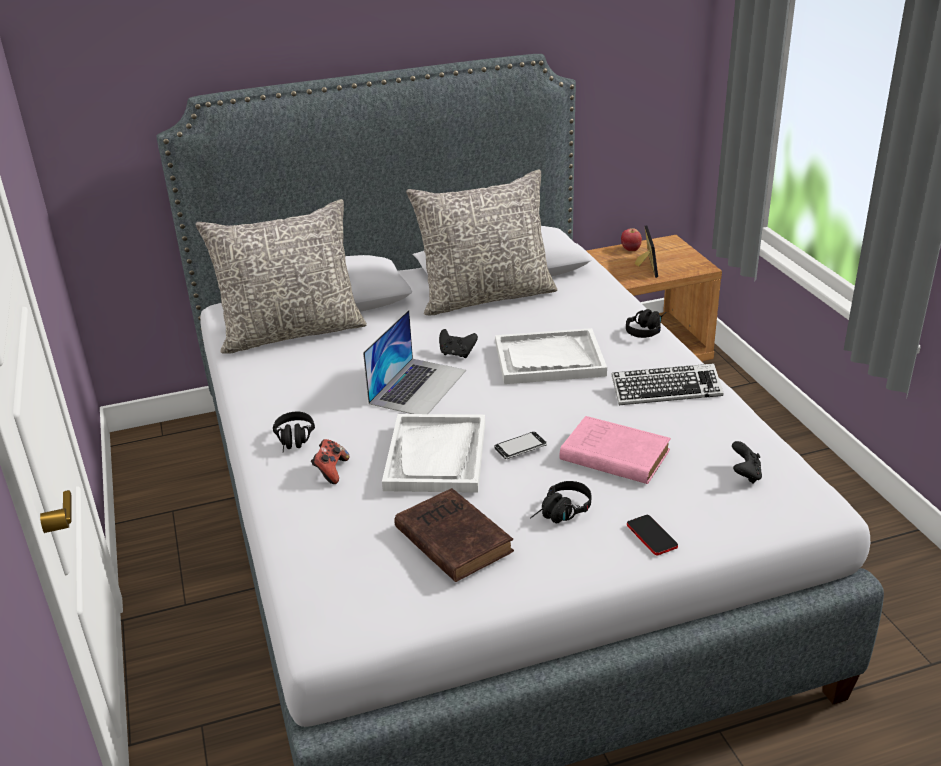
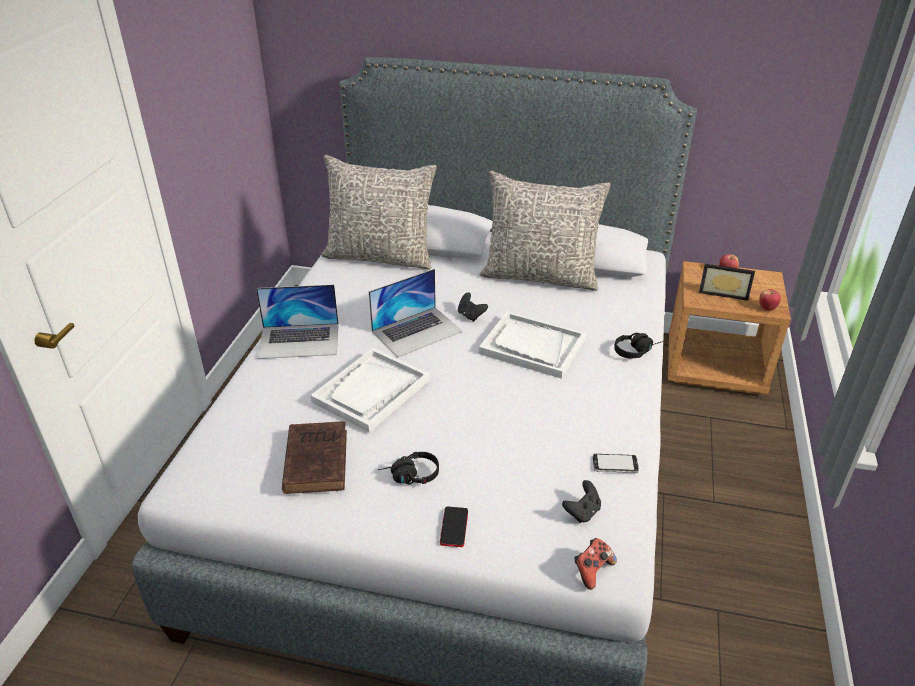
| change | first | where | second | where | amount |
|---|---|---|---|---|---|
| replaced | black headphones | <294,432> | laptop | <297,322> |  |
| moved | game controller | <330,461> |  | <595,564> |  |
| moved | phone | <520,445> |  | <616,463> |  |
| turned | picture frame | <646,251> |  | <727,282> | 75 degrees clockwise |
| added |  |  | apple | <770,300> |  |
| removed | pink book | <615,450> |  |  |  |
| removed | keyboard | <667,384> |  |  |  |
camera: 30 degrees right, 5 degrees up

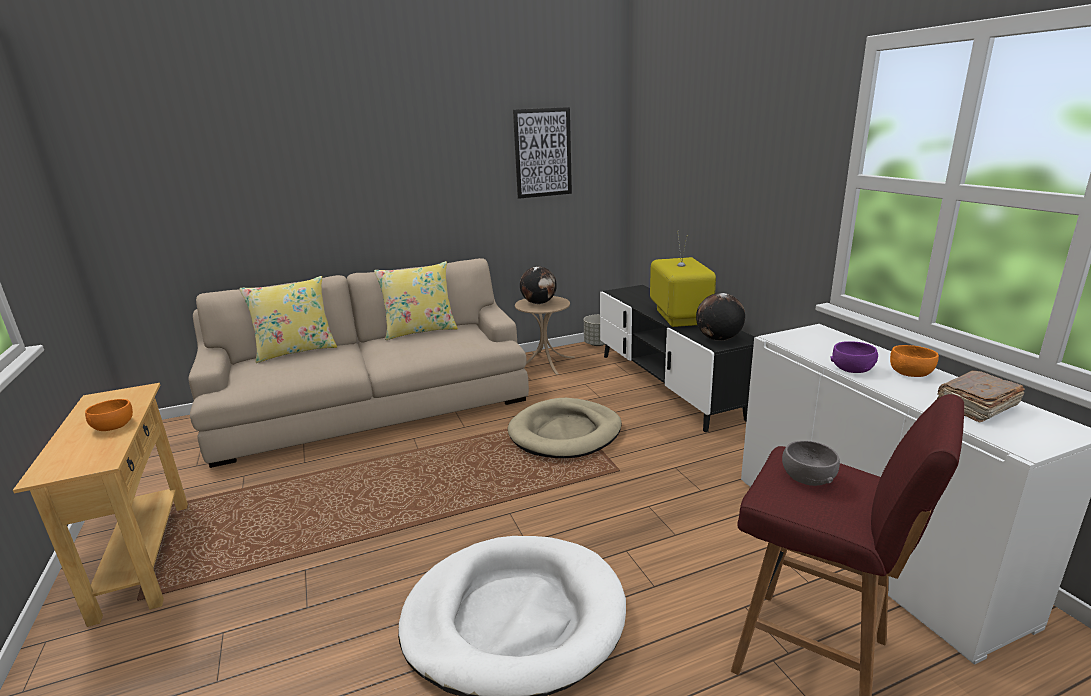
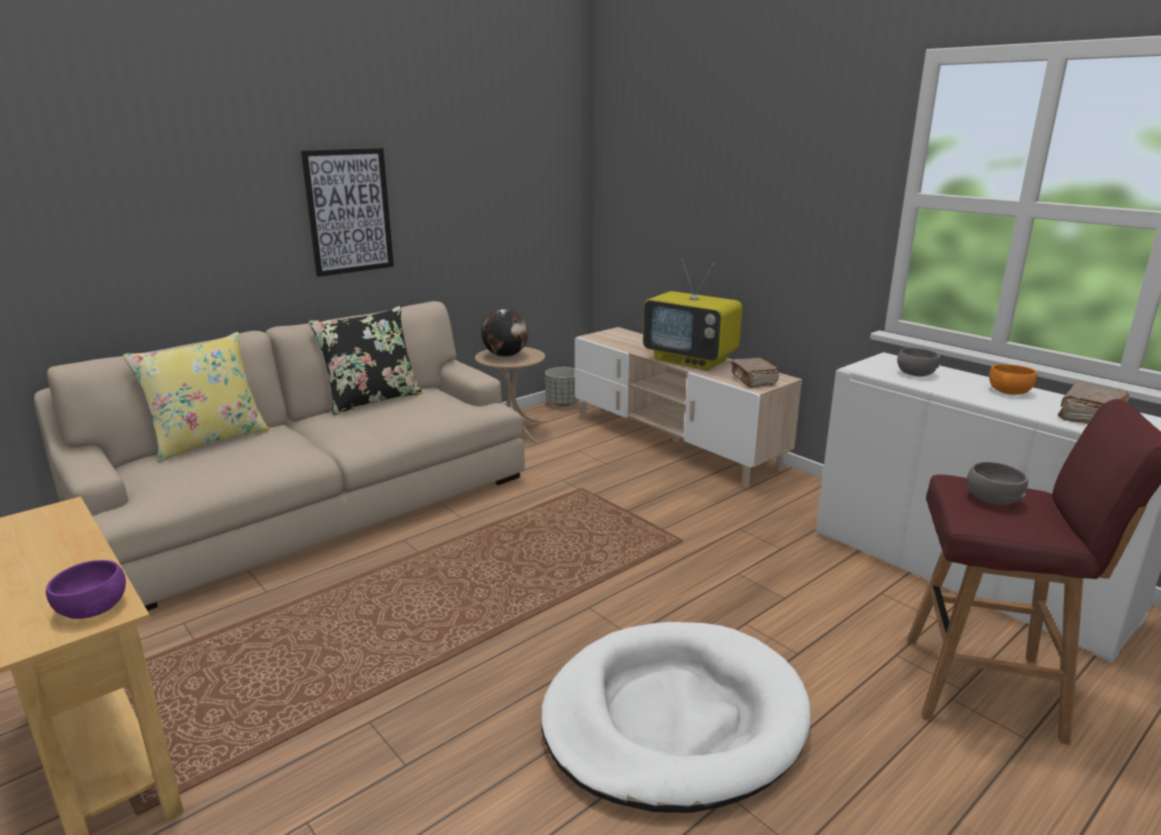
| change | first | where | second | where | amount |
|---|---|---|---|---|---|
| moved | purple bowl | <854,357> |  | <86,589> |  |
| moved | picture | <542,153> |  | <347,212> |  |
| recoloured | yellow pillow | <416,300> | black pillow | <365,361> |  |
| recoloured | black tv stand | <677,358> | beige tv stand | <688,407> |  |
| turned | television | <683,279> |  | <692,314> | 150 degrees clockwise |
| replaced | globe | <720,317> | brown book | <754,373> |  |
| added |  |  | grey bowl | <918,362> |  |
| removed | orange bowl | <109,415> |  |  |  |
| removed | beige dog bed | <565,428> |  |  |  |
camera: 20 degrees left, 0 degrees up

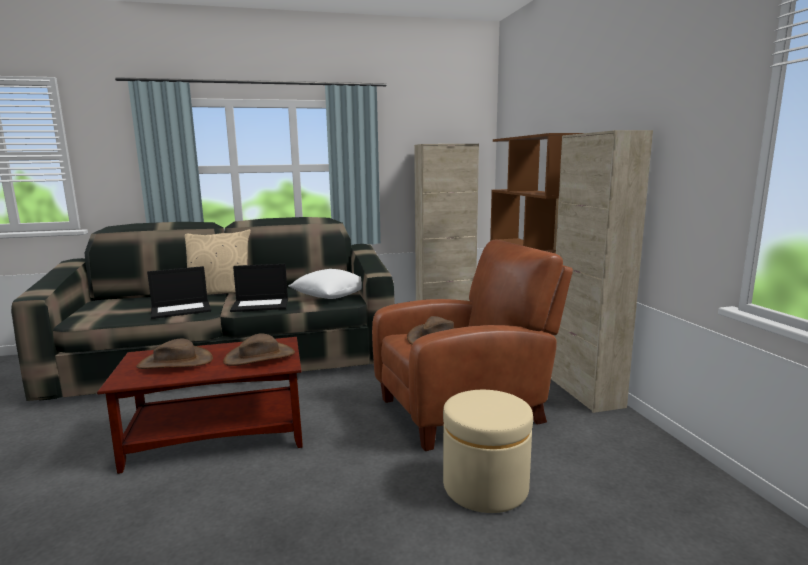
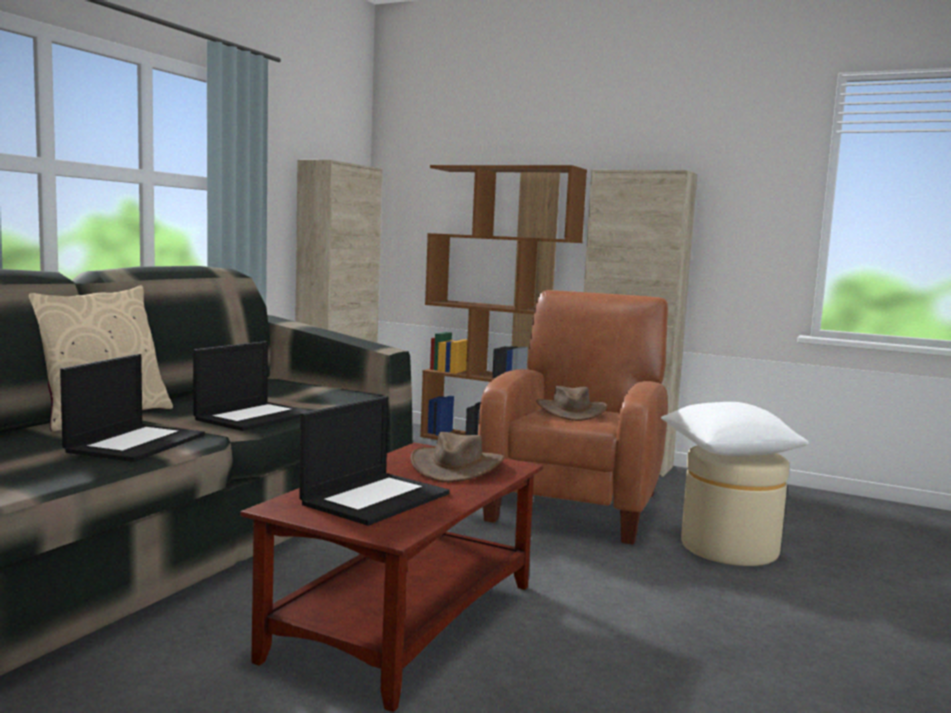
| change | first | where | second | where | amount |
|---|---|---|---|---|---|
| replaced | brown hat | <174,353> | laptop | <374,461> |  |
| moved | white pillow | <325,284> |  | <735,429> |  |
camera: 50 degrees left, 5 degrees down

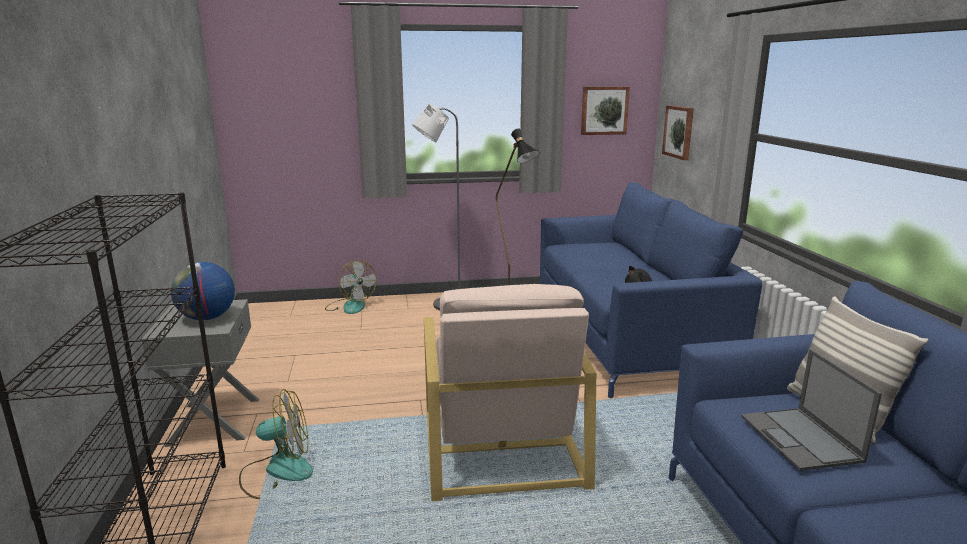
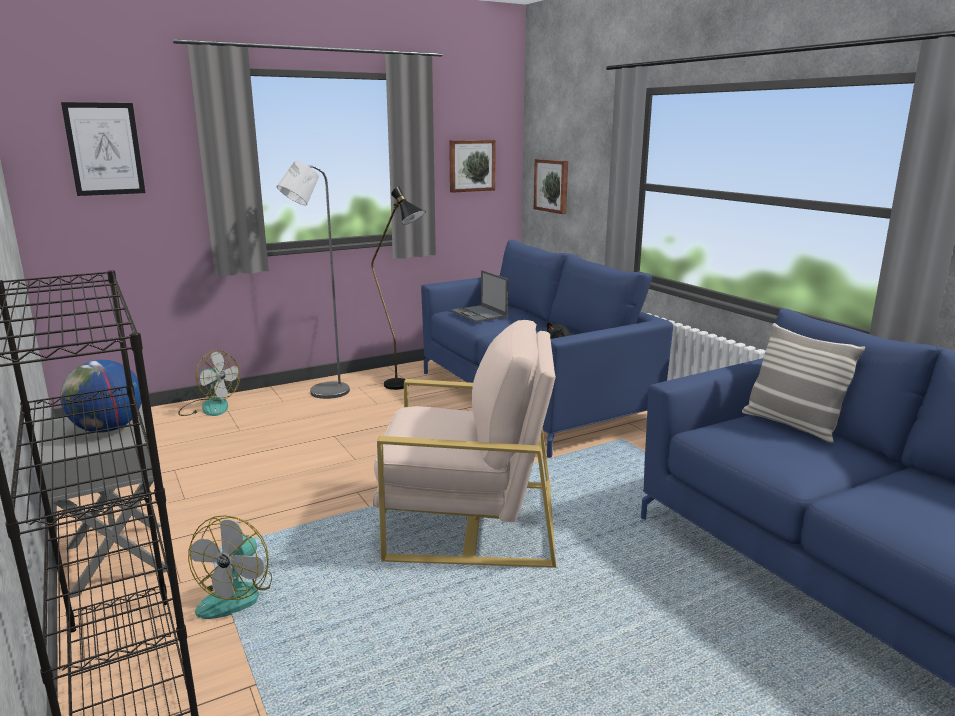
| change | first | where | second | where | amount |
|---|---|---|---|---|---|
| added |  |  | picture | <103,149> |  |
| turned | fan | <276,444> |  | <230,567> | 135 degrees clockwise |
| turned | beige armchair | <510,392> |  | <464,444> | 60 degrees counterclockwise |
| moved | laptop | <811,410> |  | <479,296> |  |
camera: 20 degrees left, 0 degrees up

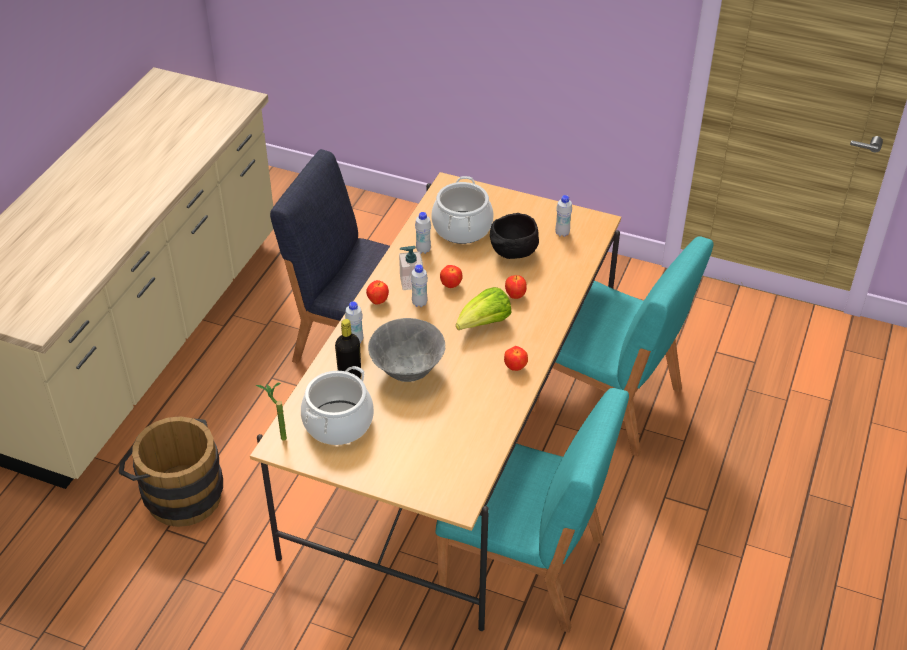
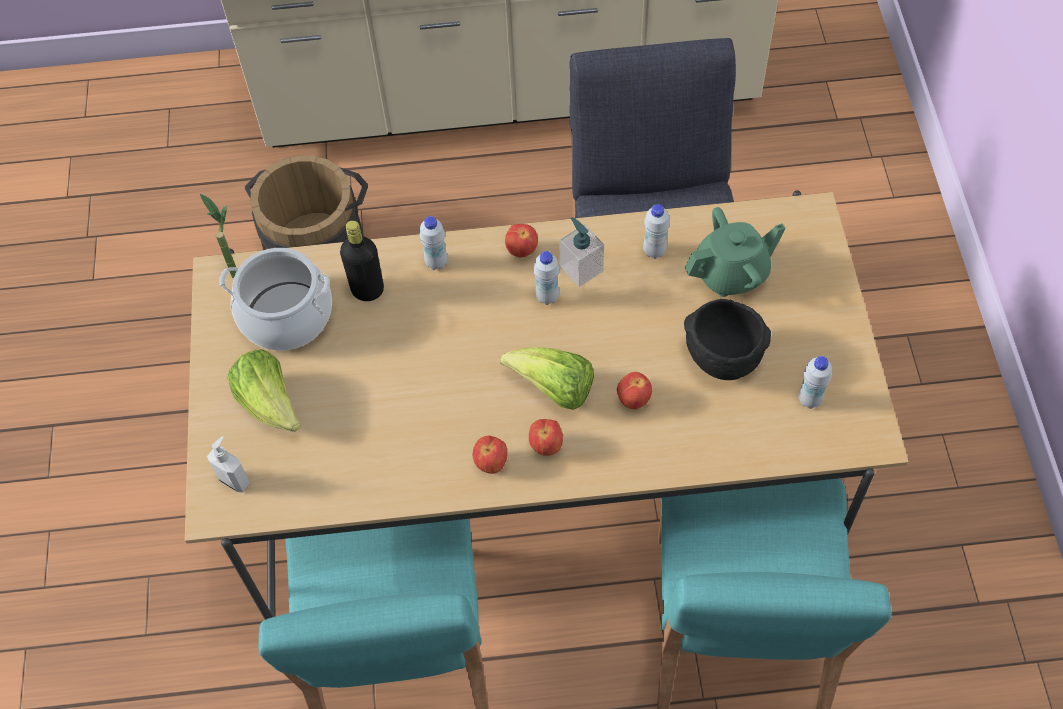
| change | first | where | second | where | amount |
|---|---|---|---|---|---|
| added |  |  | soap dispenser | <228,464> |  |
| added |  |  | lettuce | <264,390> |  |
| moved | apple | <451,276> |  | <546,437> |  |
| replaced | cooking pot | <462,210> | green teapot | <735,252> |  |
| removed | grey bowl | <406,350> |  |  |  |
camera: 65 degrees right, 15 degrees up

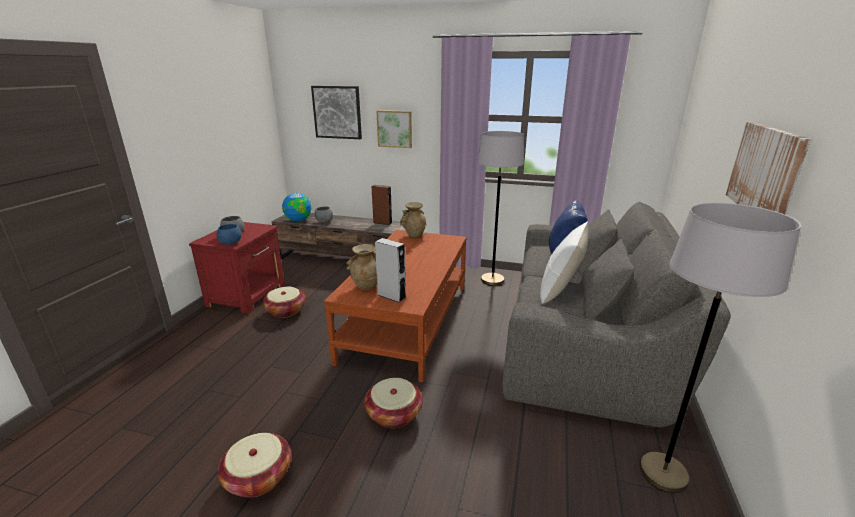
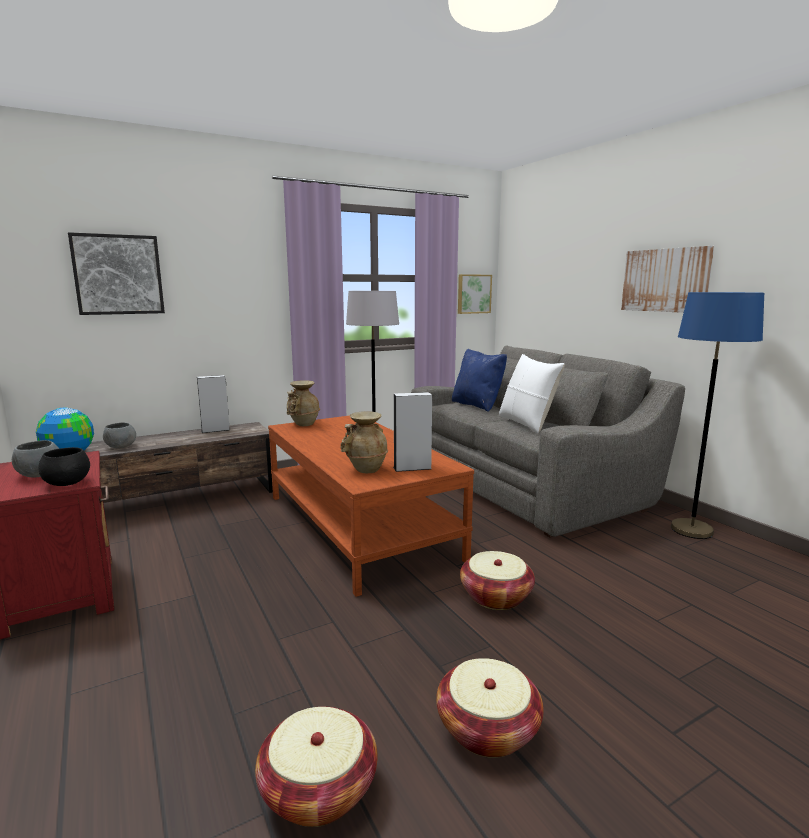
| change | first | where | second | where | amount |
|---|---|---|---|---|---|
| recoloured | blue bowl | <229,234> | black bowl | <64,466> |  |
| recoloured | brown speaker | <381,205> | grey speaker | <213,404> |  |
| moved | basket | <284,302> |  | <316,766> |  |
| moved | picture | <394,129> |  | <475,294> |  |
| recoloured | grey floor lamp | <720,348> | blue floor lamp | <717,415> |  |
camera: 45 degrees left, 10 degrees down

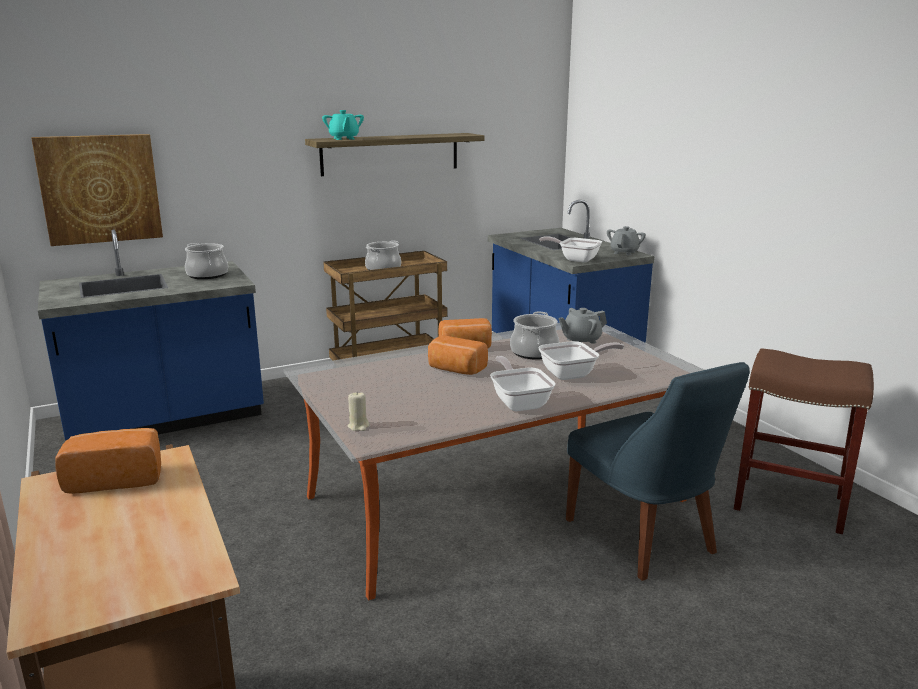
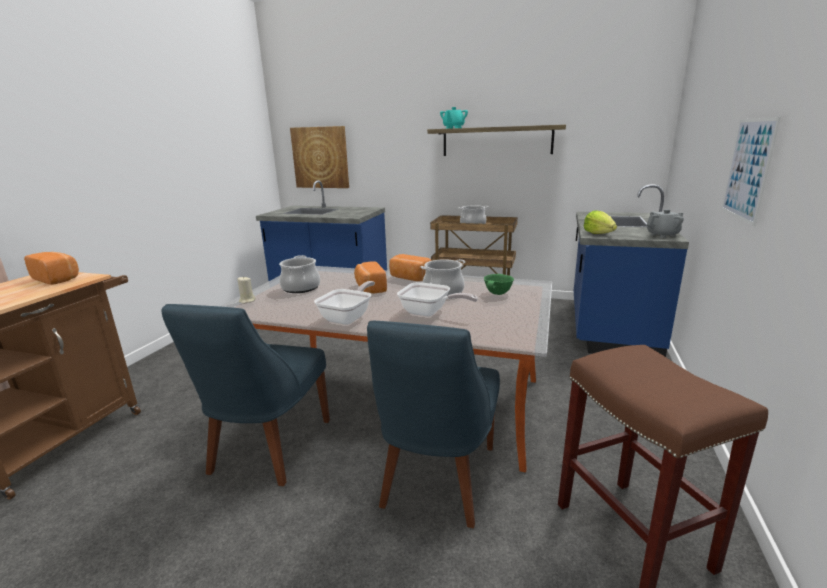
| change | first | where | second | where | amount |
|---|---|---|---|---|---|
| added |  |  | blue chair | <245,395> |  |
| moved | cooking pot | <206,261> |  | <299,274> |  |
| replaced | grey teapot | <582,326> | green bowl | <499,284> |  |
| replaced | frying pan | <570,249> | lettuce | <600,222> |  |
| added |  |  | picture | <751,171> |  |
camera: 45 degrees right, 0 degrees up

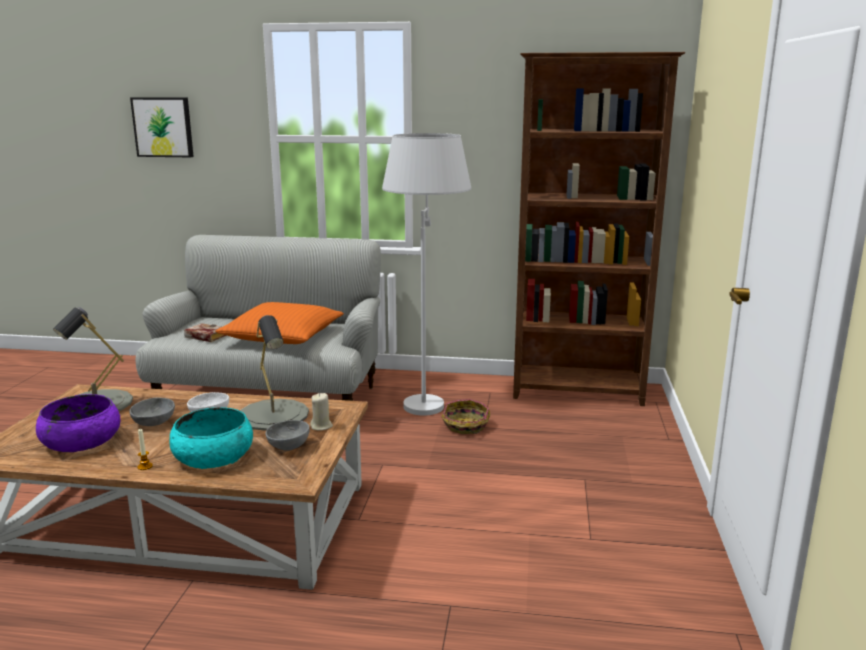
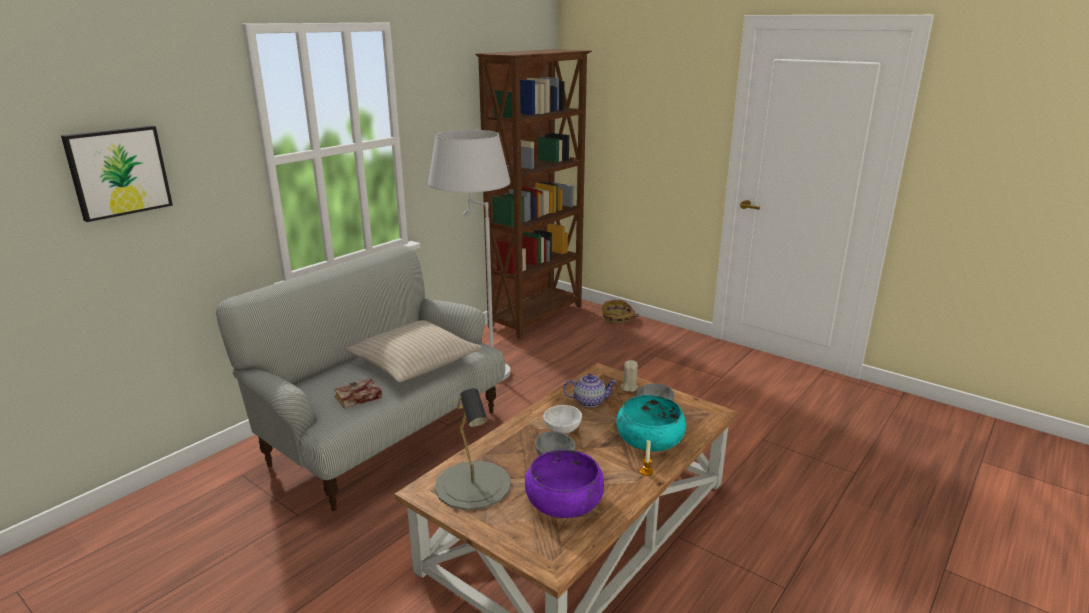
| change | first | where | second | where | amount |
|---|---|---|---|---|---|
| recoloured | orange pillow | <279,323> | beige pillow | <413,351> |  |
| replaced | grey table lamp | <274,373> | teapot | <590,390> |  |
| moved | basket | <466,416> |  | <620,312> |  |
camera: 60 degrees left, 5 degrees up

